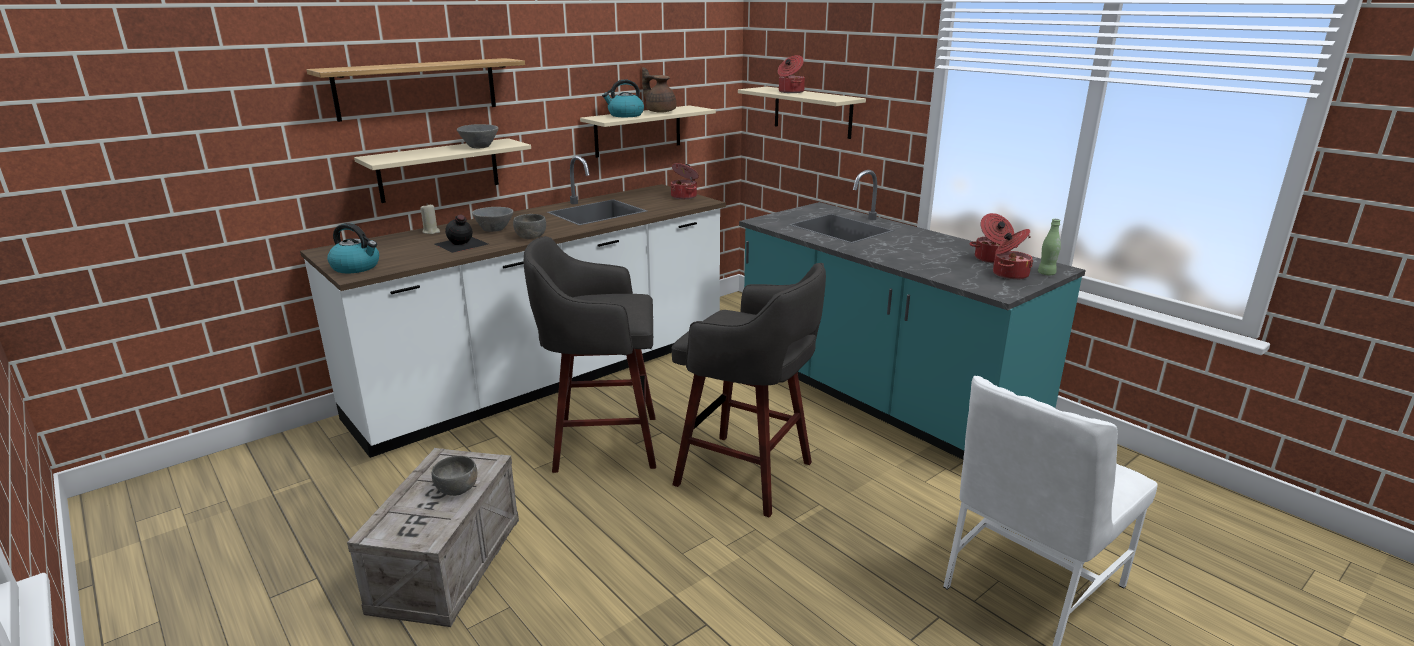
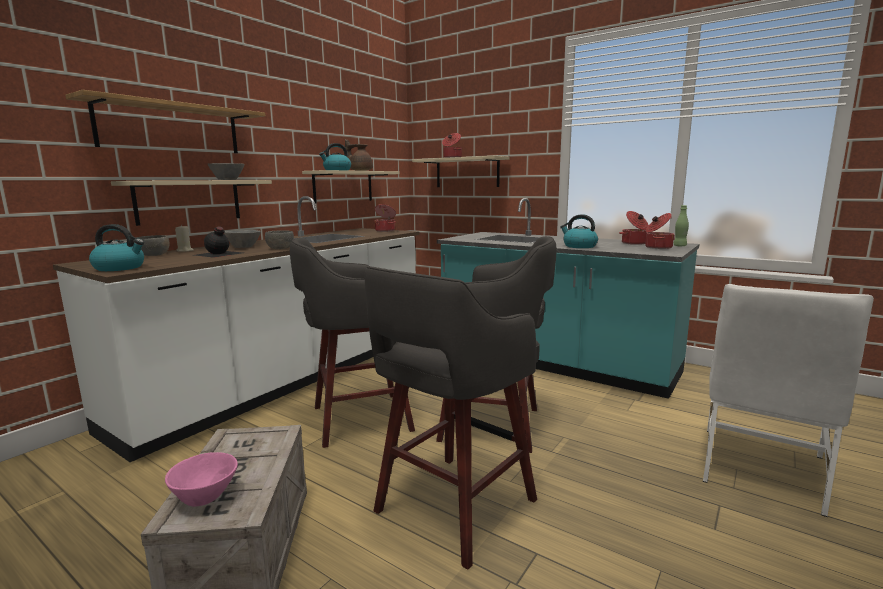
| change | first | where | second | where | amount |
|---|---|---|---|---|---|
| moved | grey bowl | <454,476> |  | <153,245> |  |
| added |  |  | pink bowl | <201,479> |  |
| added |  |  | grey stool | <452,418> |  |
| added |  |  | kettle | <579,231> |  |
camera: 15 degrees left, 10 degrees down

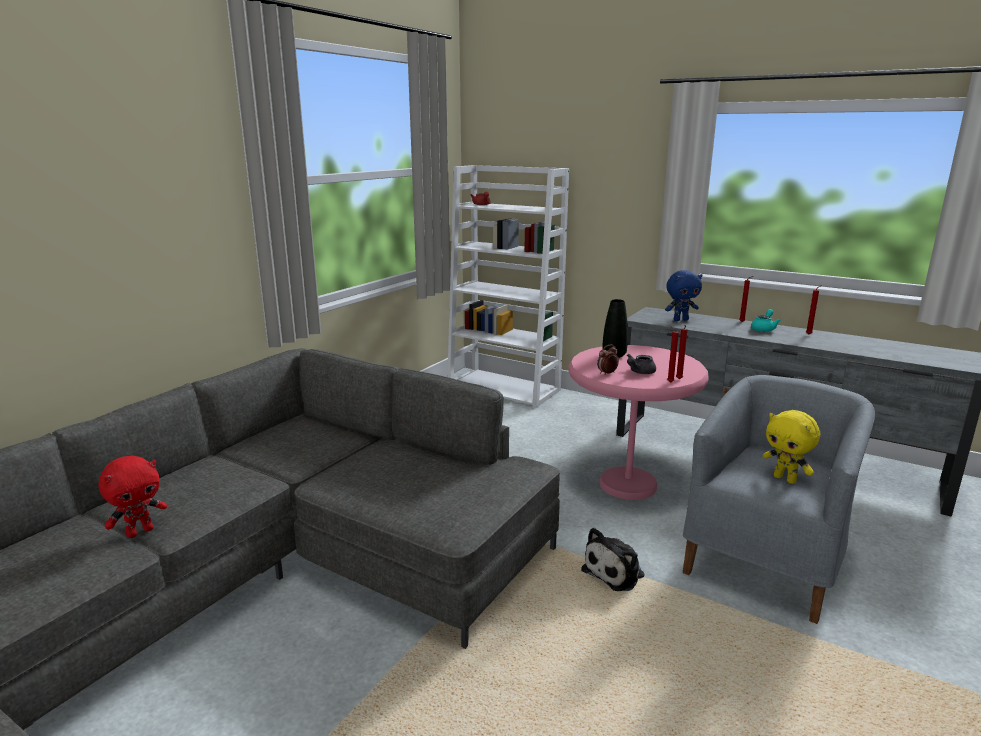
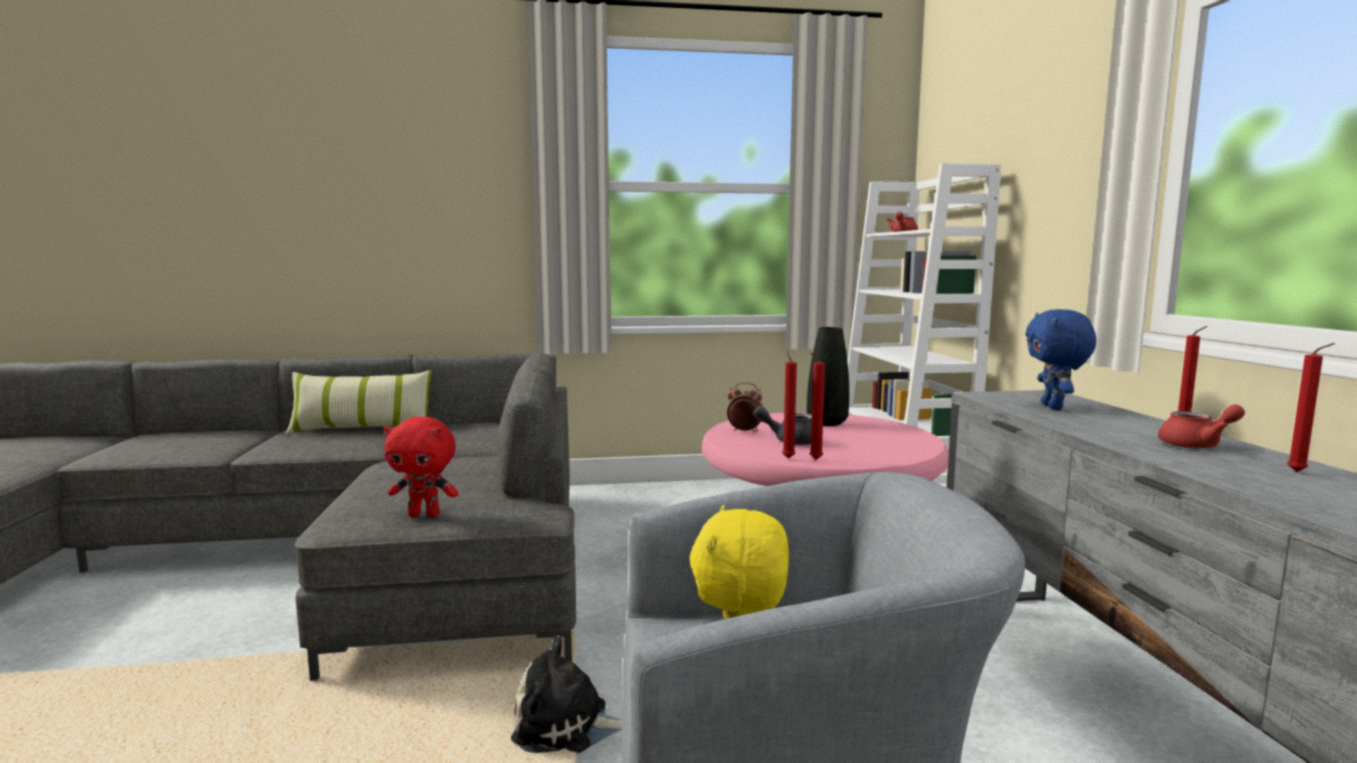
| change | first | where | second | where | amount |
|---|---|---|---|---|---|
| added |  |  | pillow | <358,402> |  |
| moved | red plush toy | <132,496> |  | <421,467> |  |
| turned | blue plush toy | <683,295> |  | <1060,359> | 60 degrees clockwise |
| recoloured | turquoise teapot | <766,320> | red teapot | <1201,426> |  |
camera: 50 degrees right, 10 degrees down

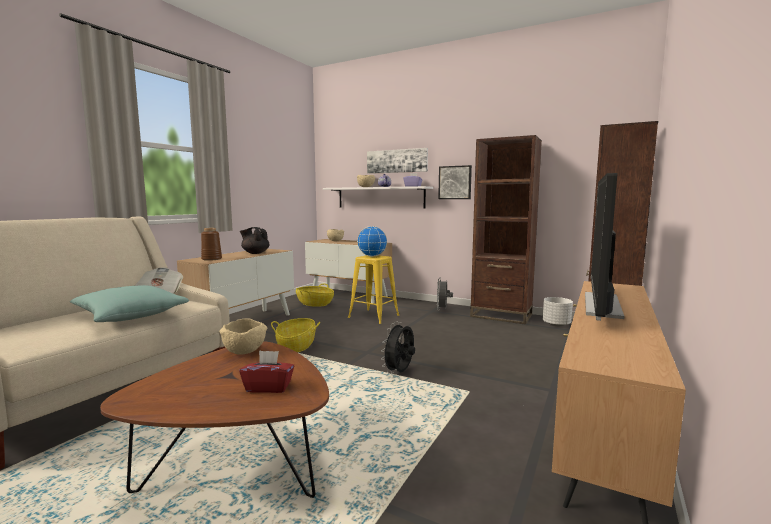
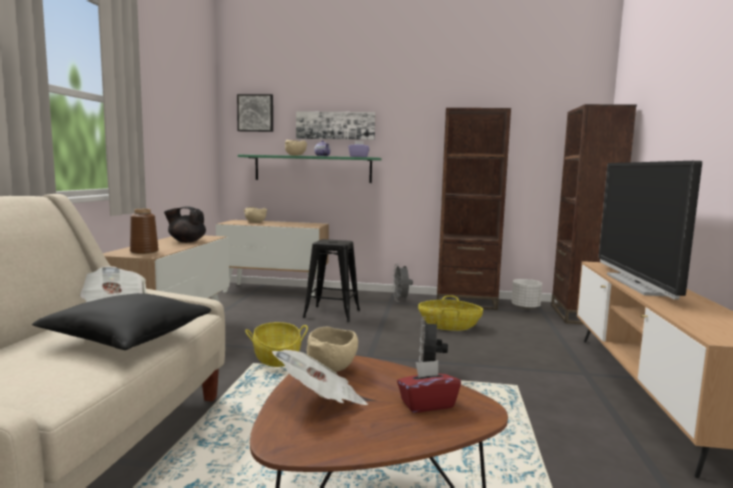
| change | first | where | second | where | amount |
|---|---|---|---|---|---|
| recoloured | turquoise pillow | <129,303> | black pillow | <121,321> |  |
| moved | picture | <455,182> |  | <255,113> |  |
| recoloured | white shelf | <378,197> | green shelf | <310,169> |  |
| added |  |  | newspaper | <320,377> |  |
| recoloured | yellow stool | <373,289> | black stool | <331,280> |  |
| moved | basket | <315,295> |  | <450,313> |  |
| removed | globe | <372,241> |  |  |  |
camera: 20 degrees left, 0 degrees up

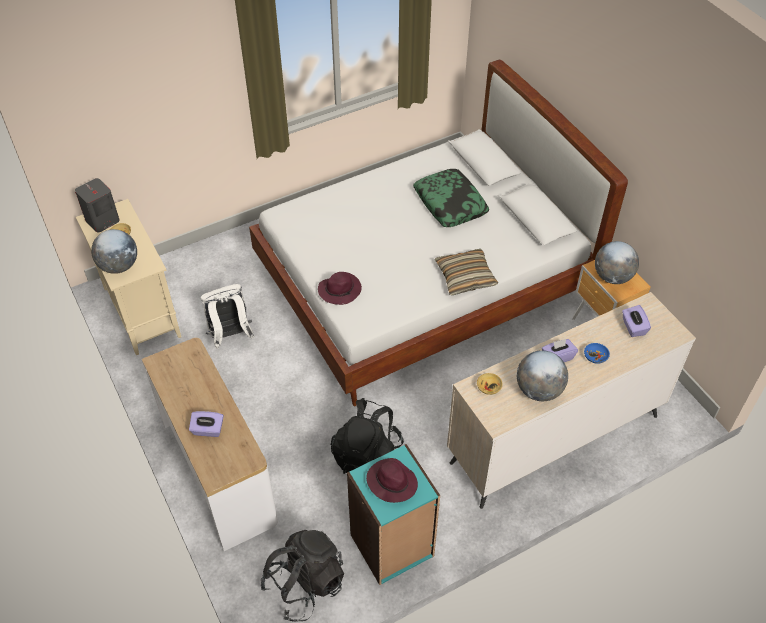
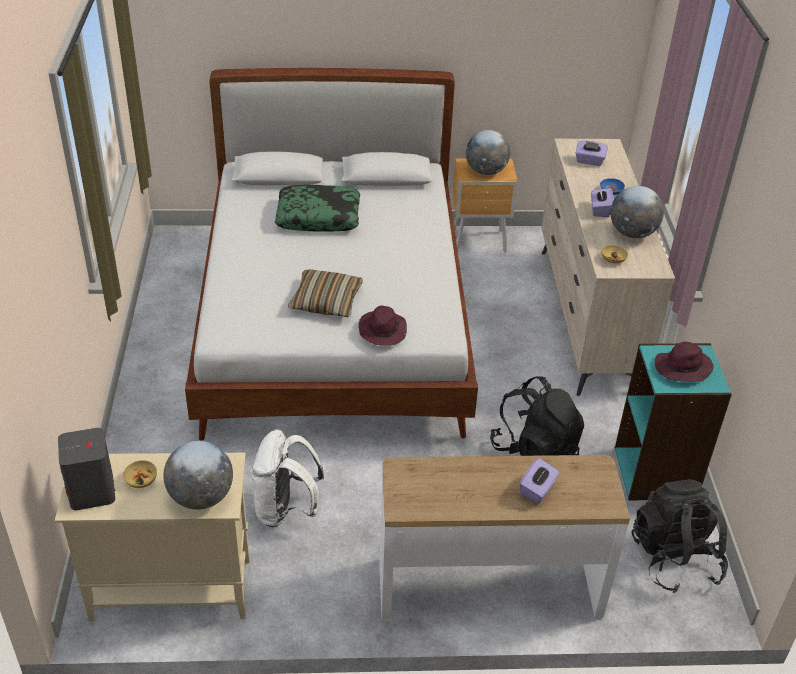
| change | first | where | second | where | amount |
|---|---|---|---|---|---|
| moved | pillow | <466,272> |  | <325,293> |  |
camera: 65 degrees left, 10 degrees down

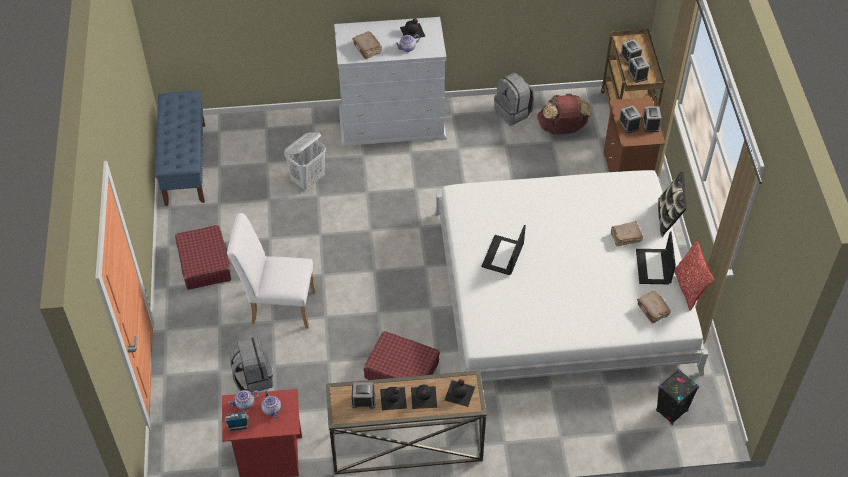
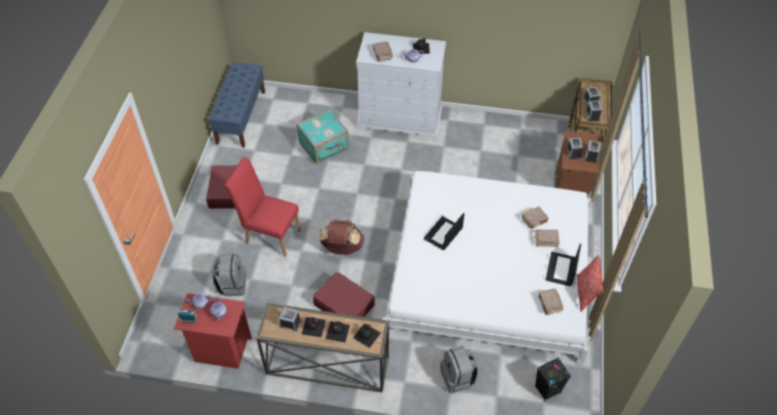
| change | first | where | second | where | amount |
|---|---|---|---|---|---|
| recoloured | white chair | <271,270> | red chair | <262,207> |  |
| replaced | white laundry basket | <305,161> | turquoise suitcase | <322,136> |  |
| moved | brown backpack | <564,113> |  | <341,237> |  |
| moved | grey backpack | <514,99> |  | <459,369> |  |
| added |  |  | brown book | <535,218> |  |
| removed | pillow | <672,204> |  |  |  |
camera: 15 degrees right, 0 degrees up

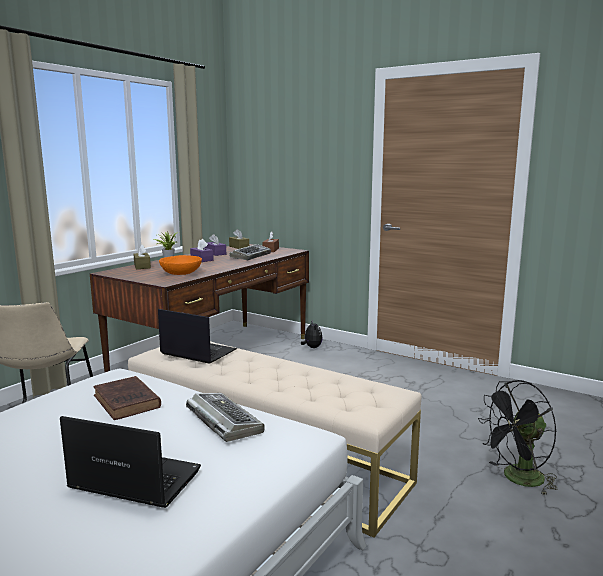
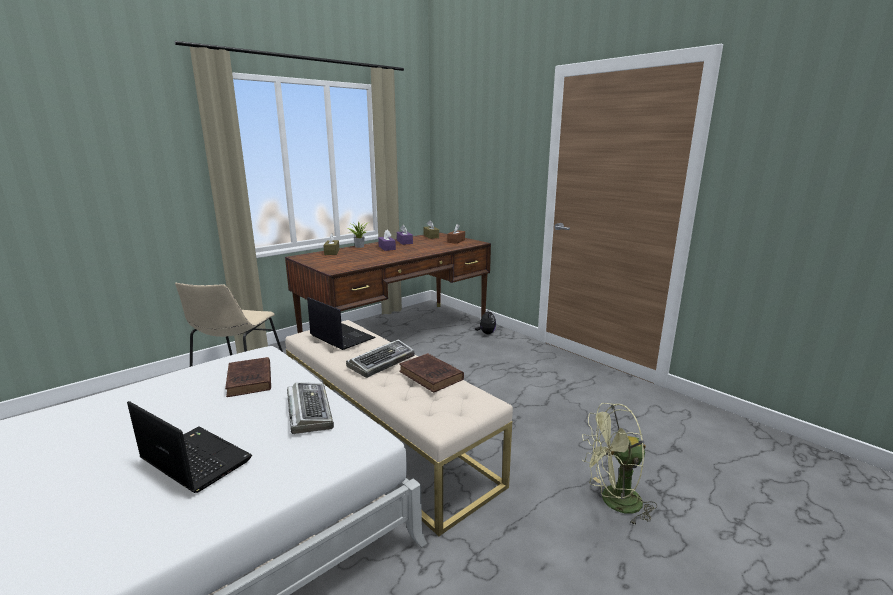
| change | first | where | second | where | amount |
|---|---|---|---|---|---|
| moved | keyboard | <250,252> |  | <380,358> |  |
| added |  |  | brown book | <431,373> |  |
| recoloured | black fan | <517,437> | green fan | <619,464> |  |
| removed | orange bowl | <180,265> |  |  |  |
camera: 15 degrees right, 5 degrees up

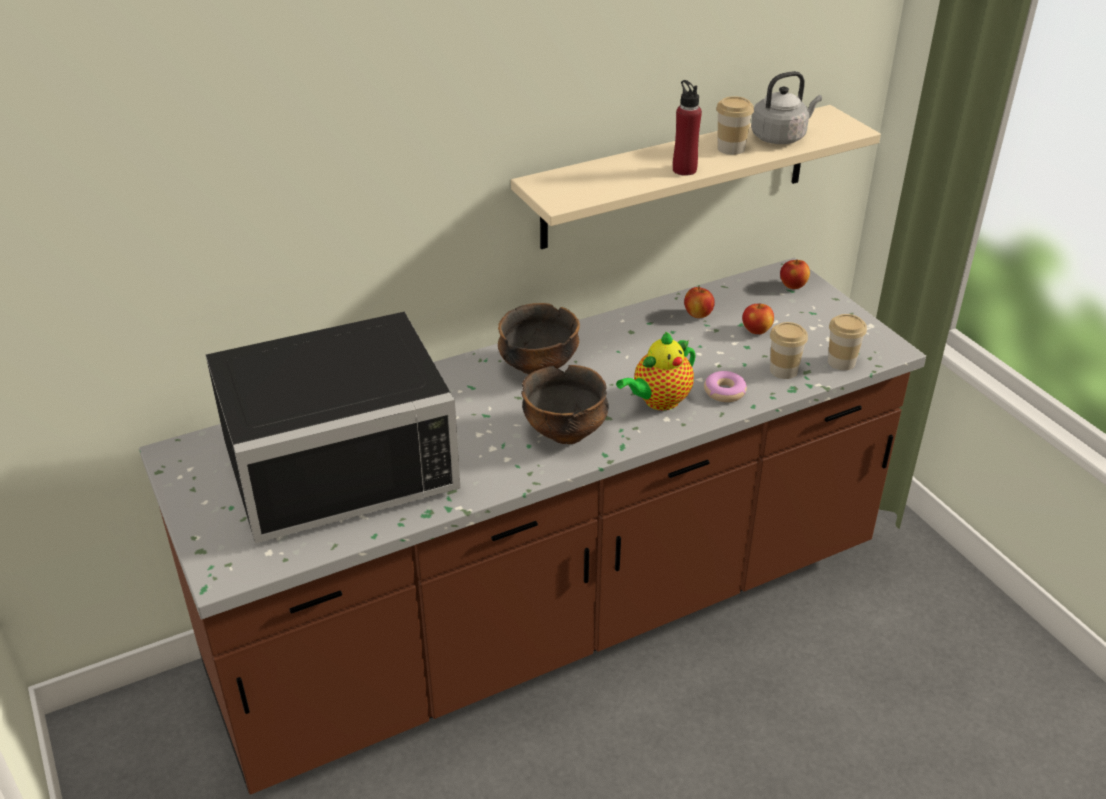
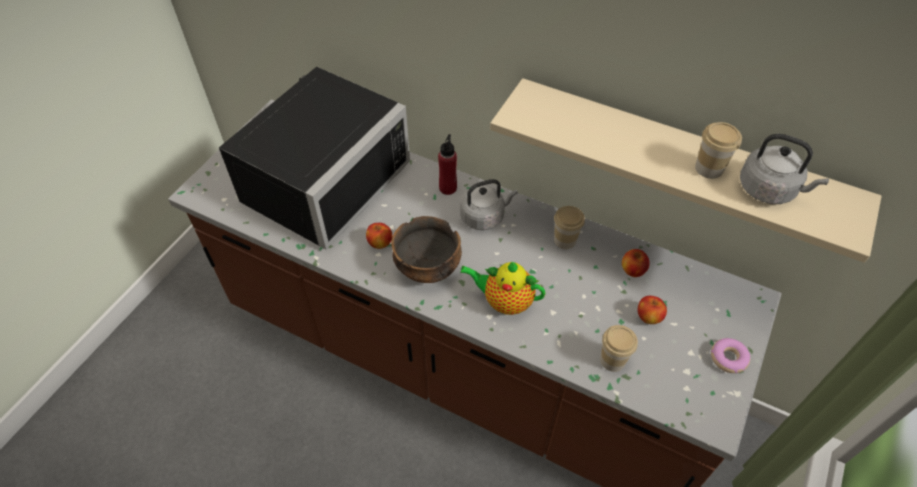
| change | first | where | second | where | amount |
|---|---|---|---|---|---|
| turned | black microwave | <333,427> |  | <314,158> | 90 degrees counterclockwise |
| moved | apple | <795,274> |  | <379,236> |  |
| moved | red bottle | <687,128> |  | <447,164> |  |
| replaced | bowl | <539,339> | grey kettle | <489,204> |  |
| moved | cup | <847,342> |  | <569,227> |  |
| moved | donut | <725,386> |  | <731,355> |  |
camera: 55 degrees right, 15 degrees up

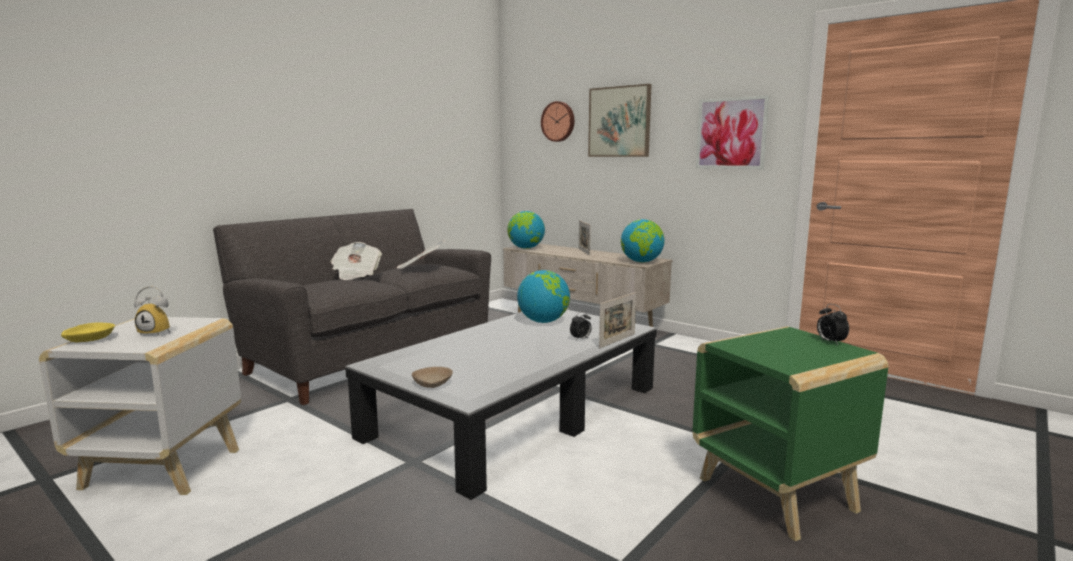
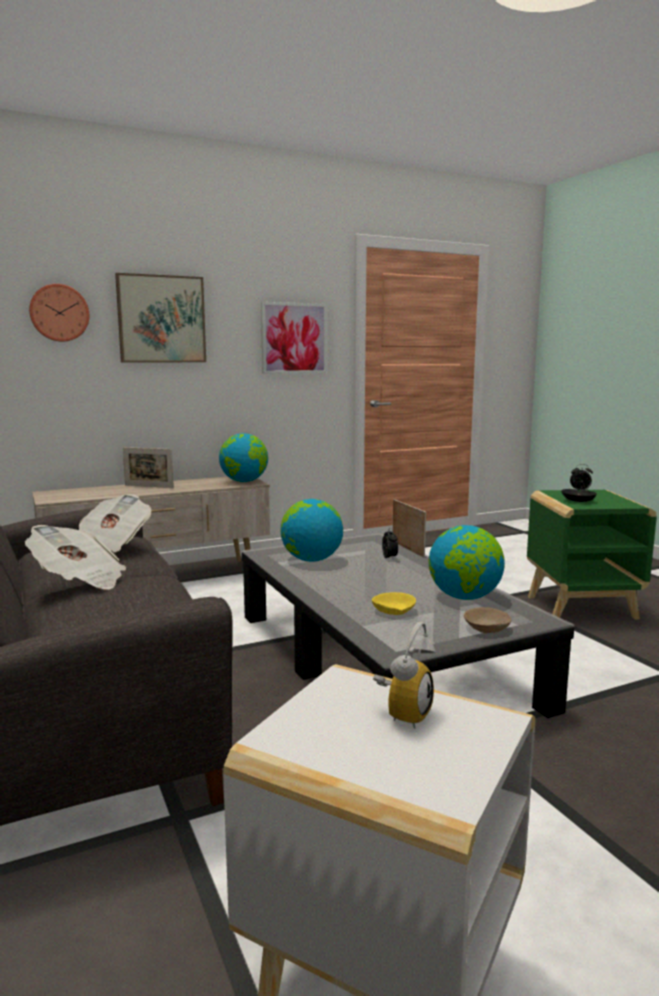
| change | first | where | second | where | amount |
|---|---|---|---|---|---|
| moved | yellow bowl | <88,332> |  | <394,603> |  |
| moved | globe | <526,230> |  | <467,562> |  |
| added |  |  | black bowl | <579,495> |  |
camera: 65 degrees left, 0 degrees up

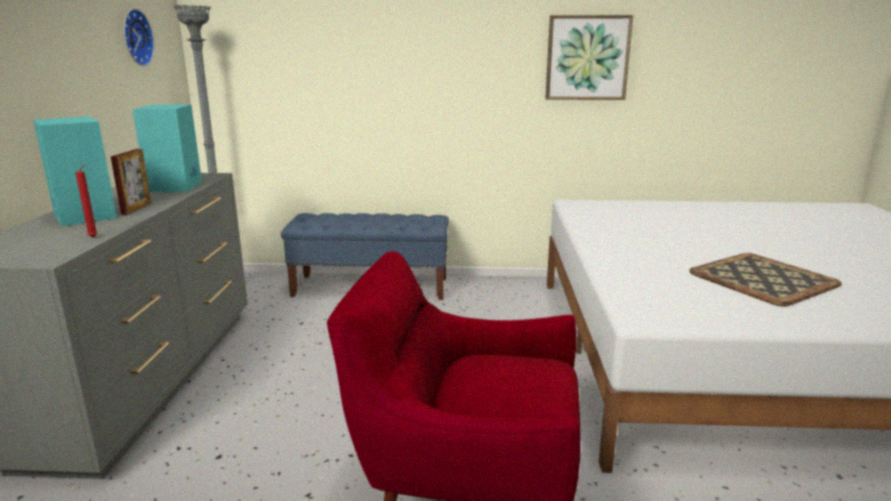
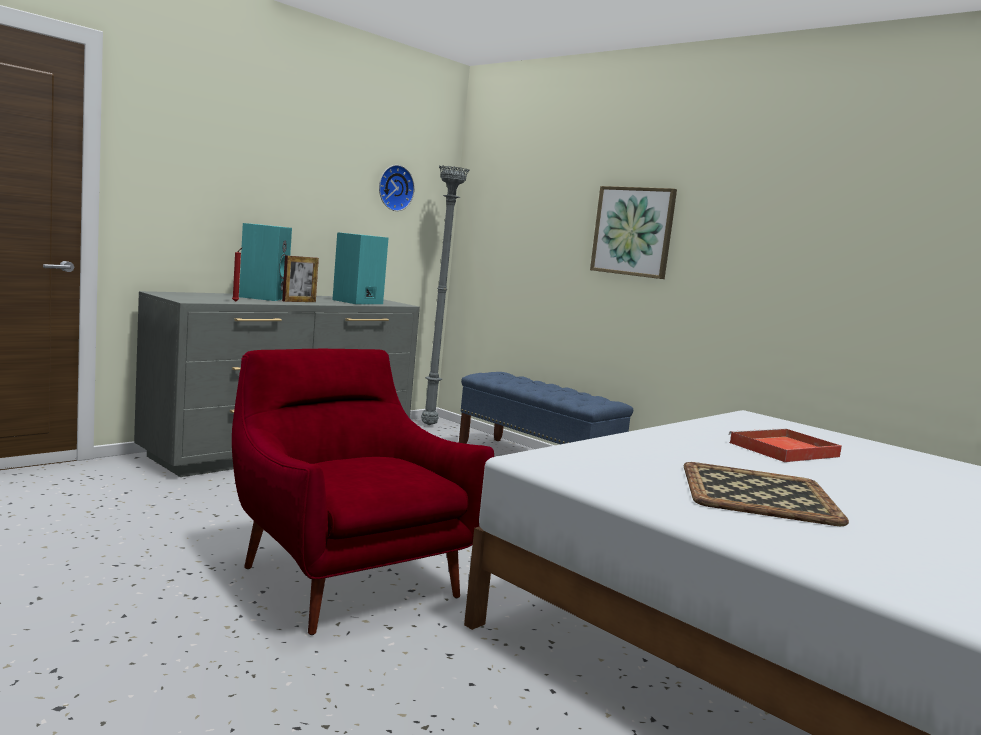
| change | first | where | second | where | amount |
|---|---|---|---|---|---|
| moved | picture | <589,57> |  | <633,232> |  |
| added |  |  | red tray | <785,445> |  |
camera: 40 degrees right, 10 degrees down

